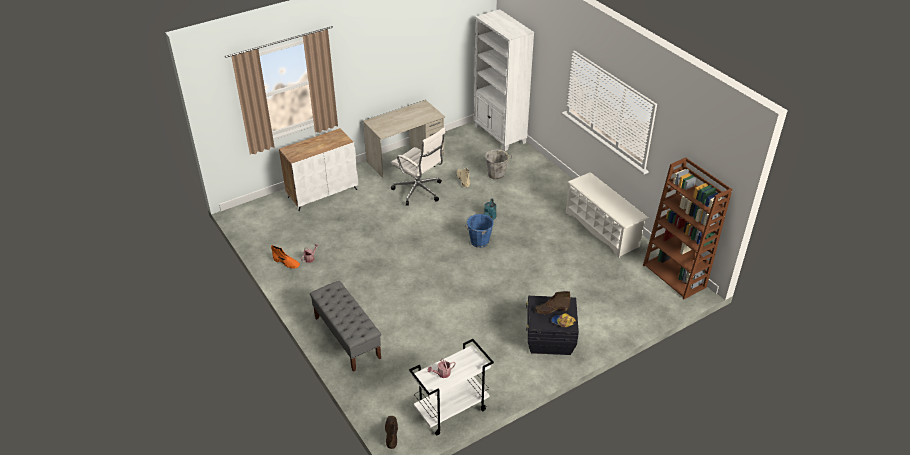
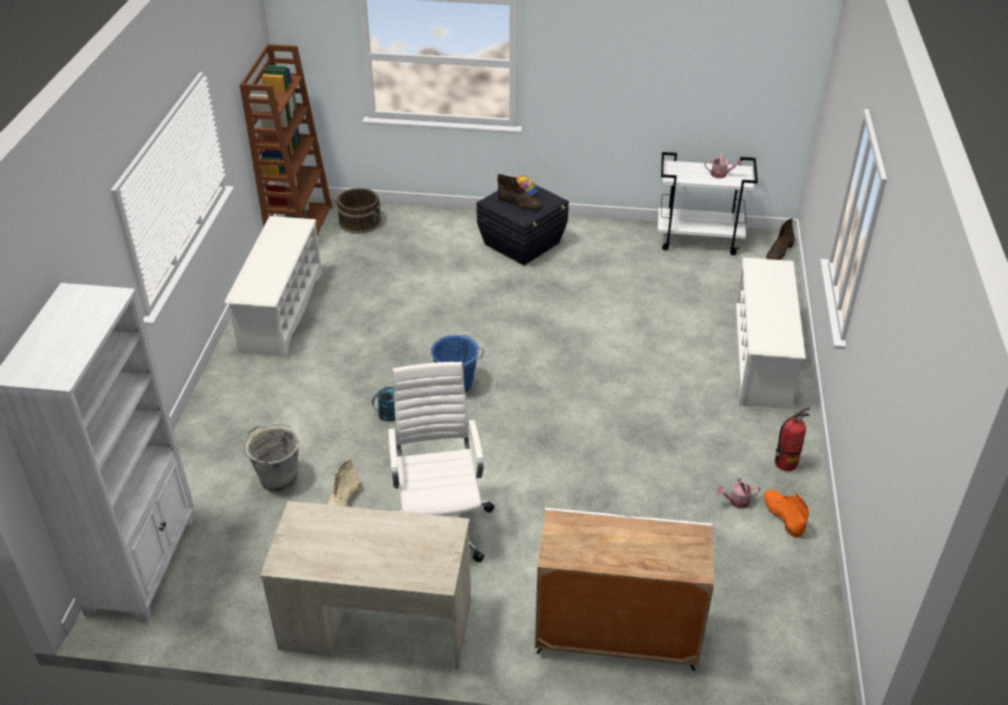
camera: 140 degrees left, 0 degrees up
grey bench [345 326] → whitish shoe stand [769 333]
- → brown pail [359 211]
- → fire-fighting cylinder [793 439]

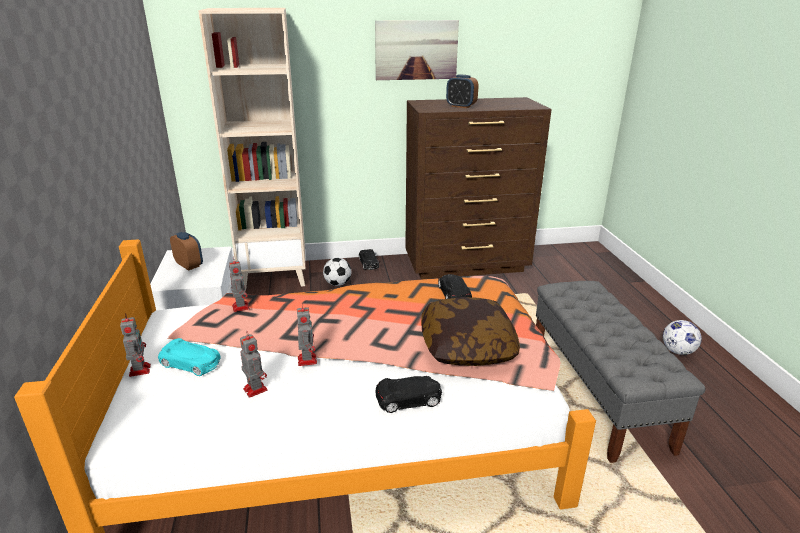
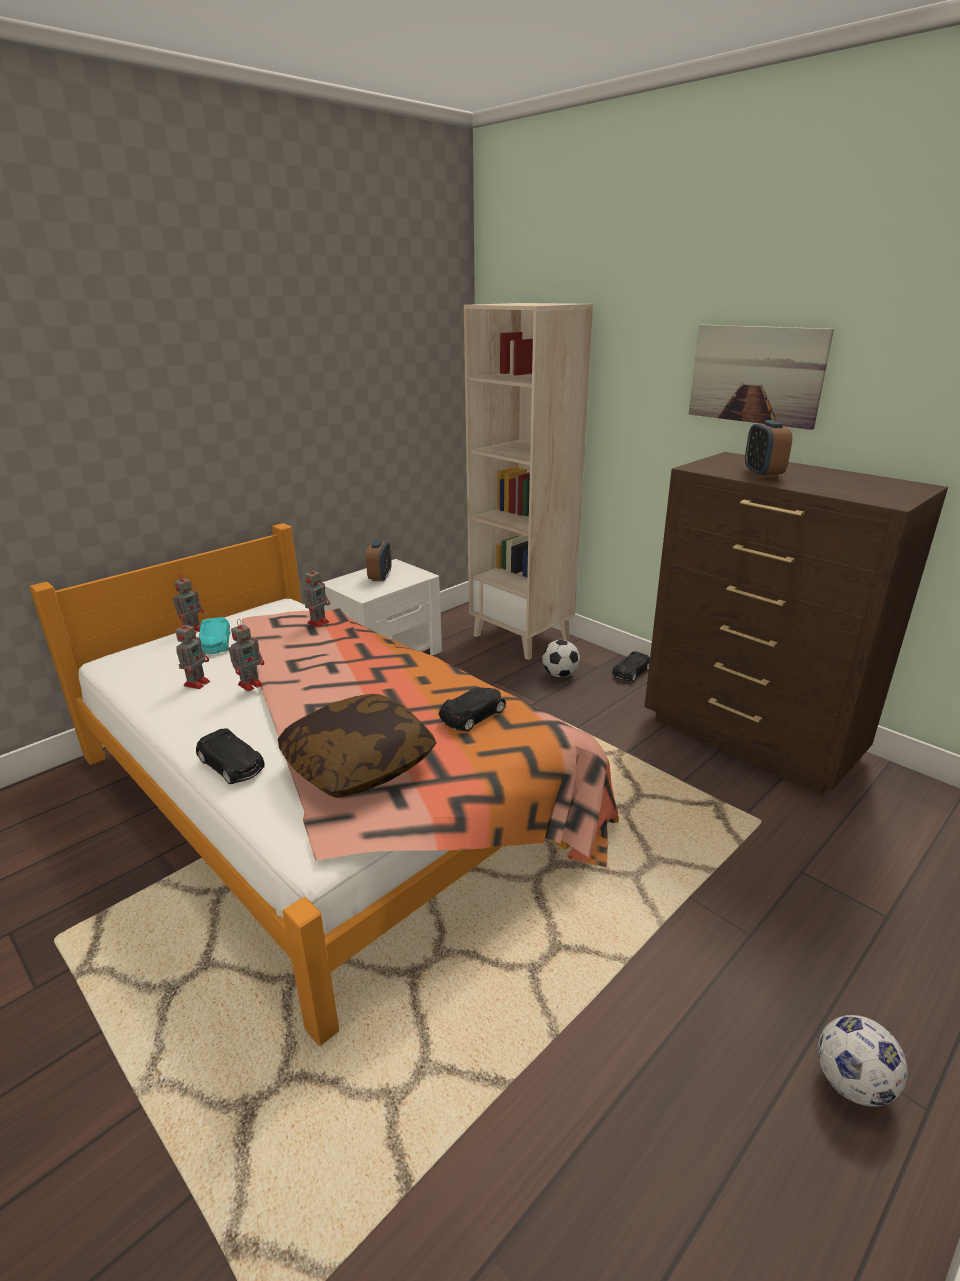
camera: 55 degrees right, 0 degrees up
grey bench [621 372] → -

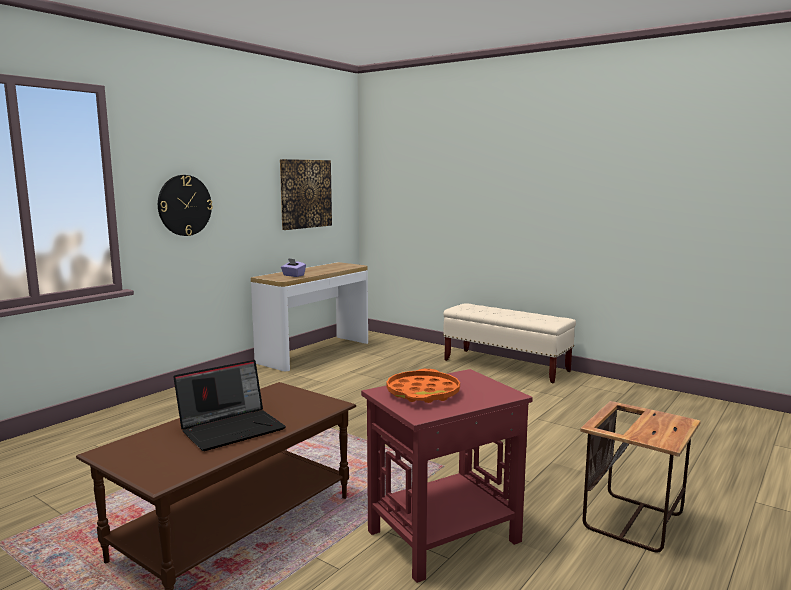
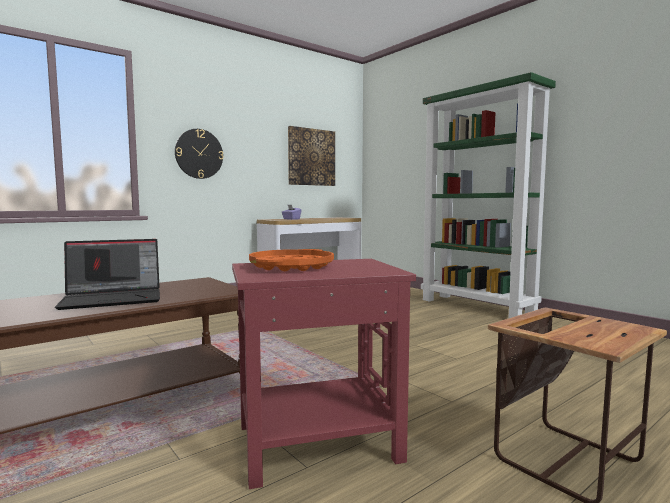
camera: 15 degrees right, 5 degrees down
beige bench [509 343] → green-coloured shelving unit [488 195]

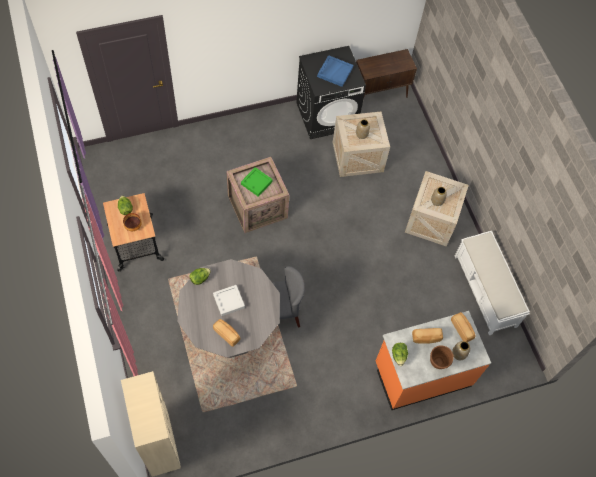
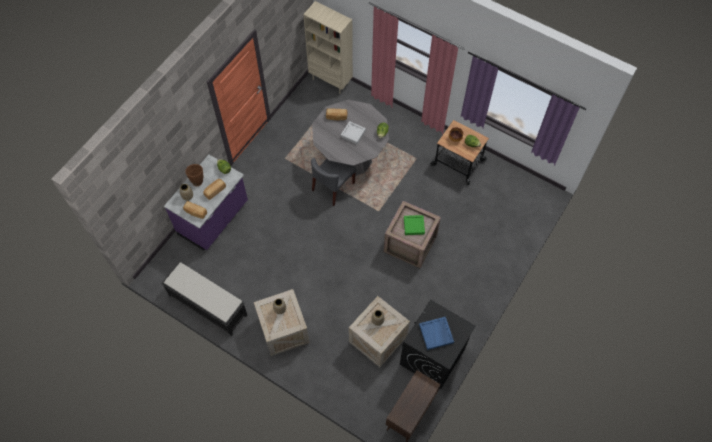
camera: 145 degrees right, 0 degrees up
whitish bench [492 283] → black-coloured bench [204 299]
orange kitchen counter [433 360] → purplish kitchen counter [206 202]

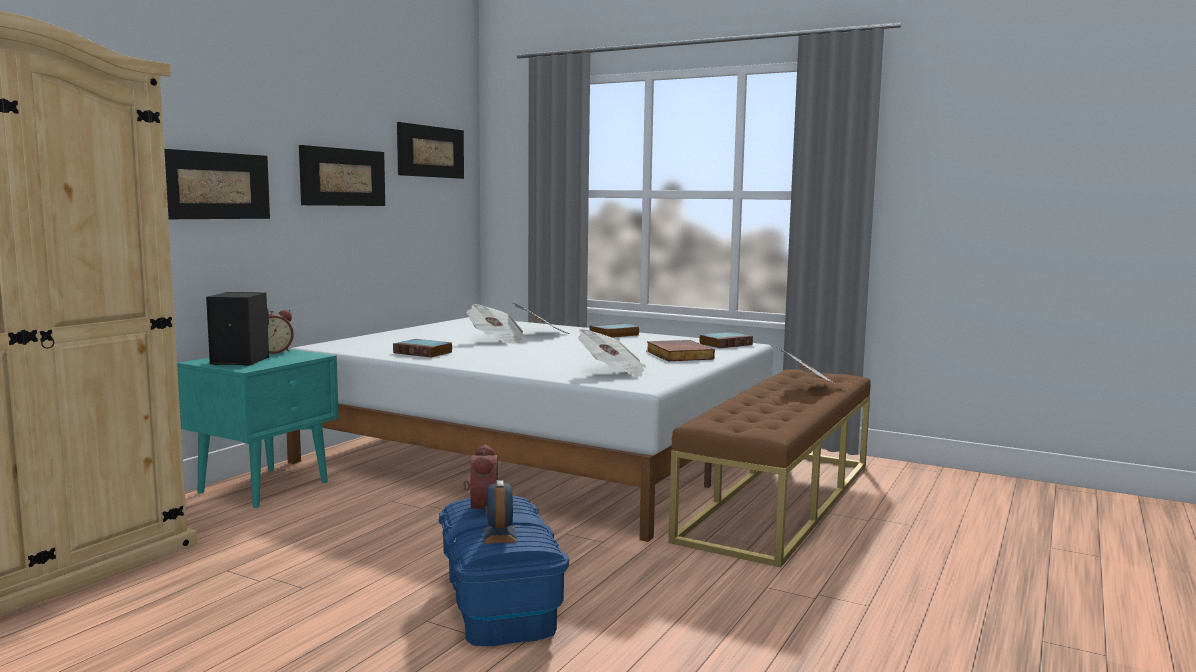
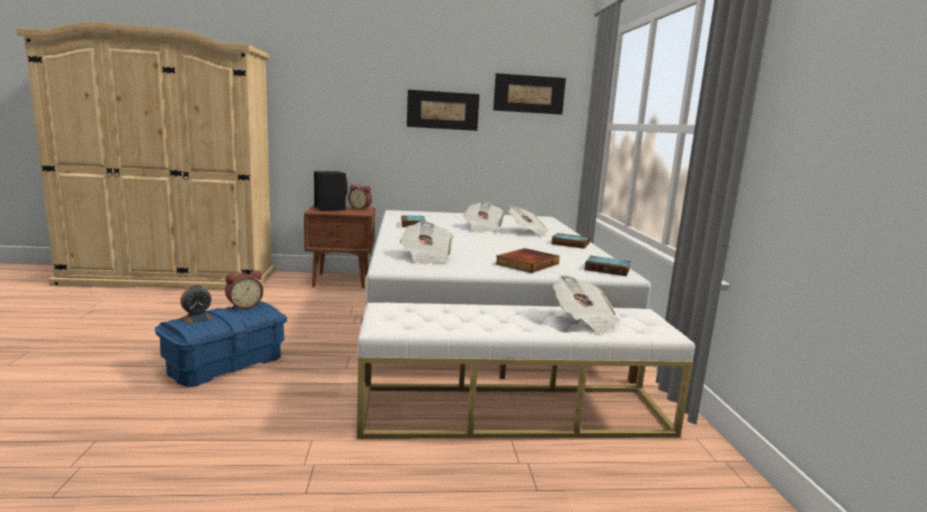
camera: 55 degrees right, 5 degrees up
picture [217 184] → -
turquoise night table [258 428] → brown night table [339 247]
brown bench [770 468] → whitish bench [526 371]

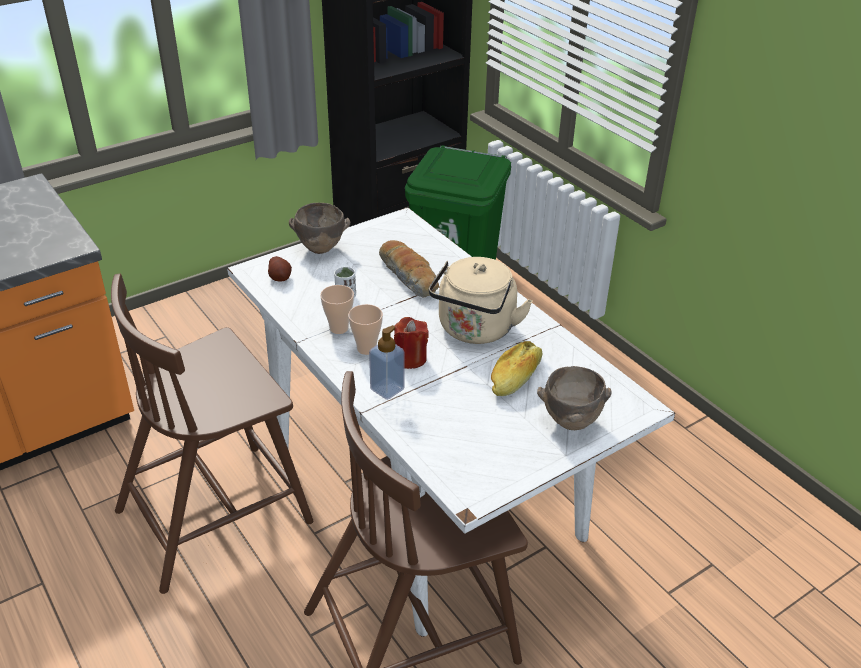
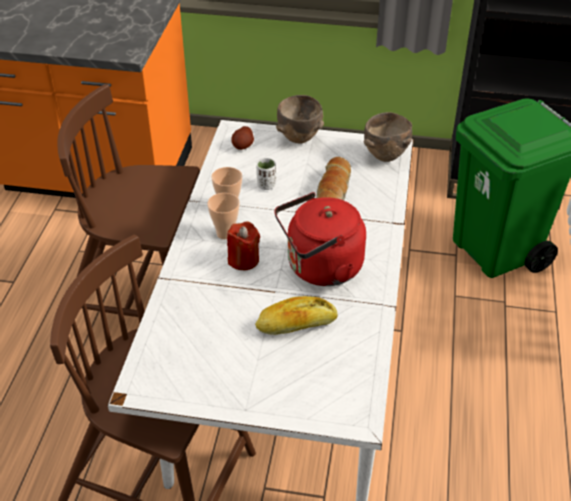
camera: 45 degrees right, 5 degrees up
beige kettle [481 300] → red-coloured kettle [320 239]
liquid soap bottle [387 362] → -
brown serving bowl [574 398] → brown serving bowl [388 137], shifted

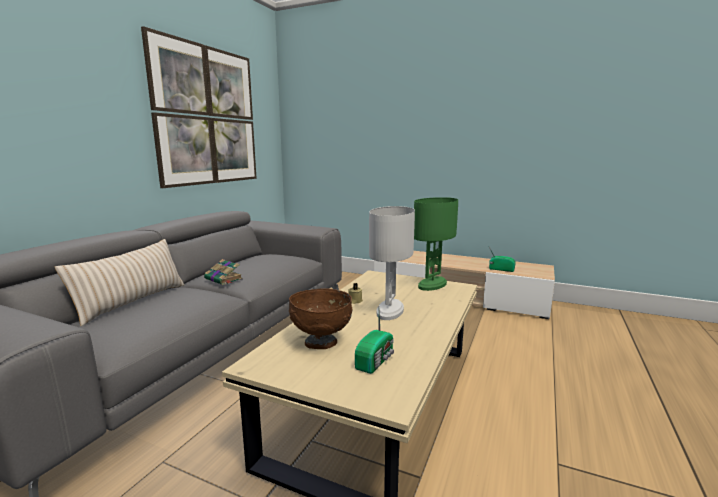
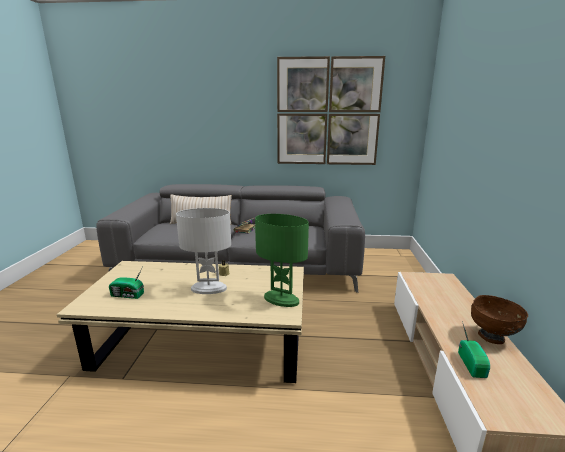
camera: 70 degrees right, 5 degrees up
brown serving bowl [320 318] → brown serving bowl [499 319], shifted

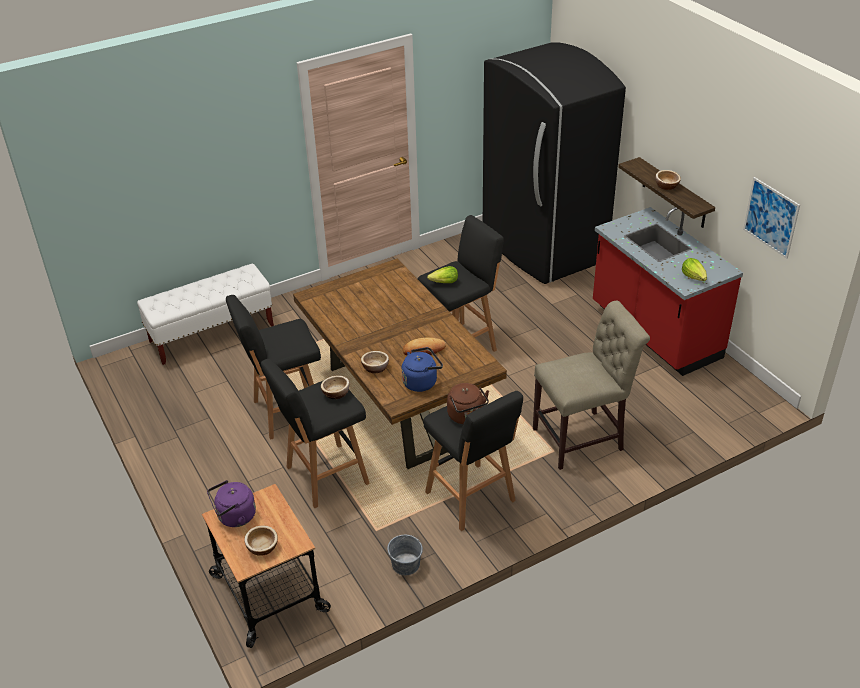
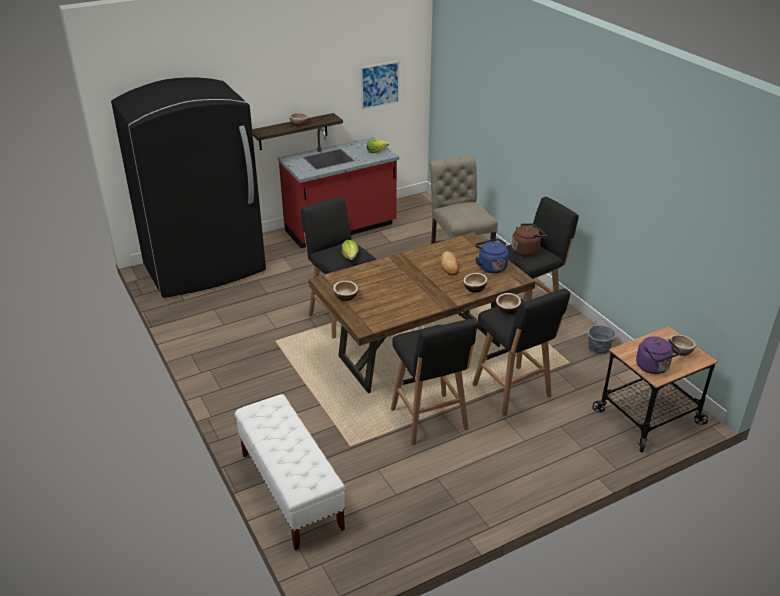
camera: 90 degrees left, 5 degrees down
- → serving bowl [345 291]

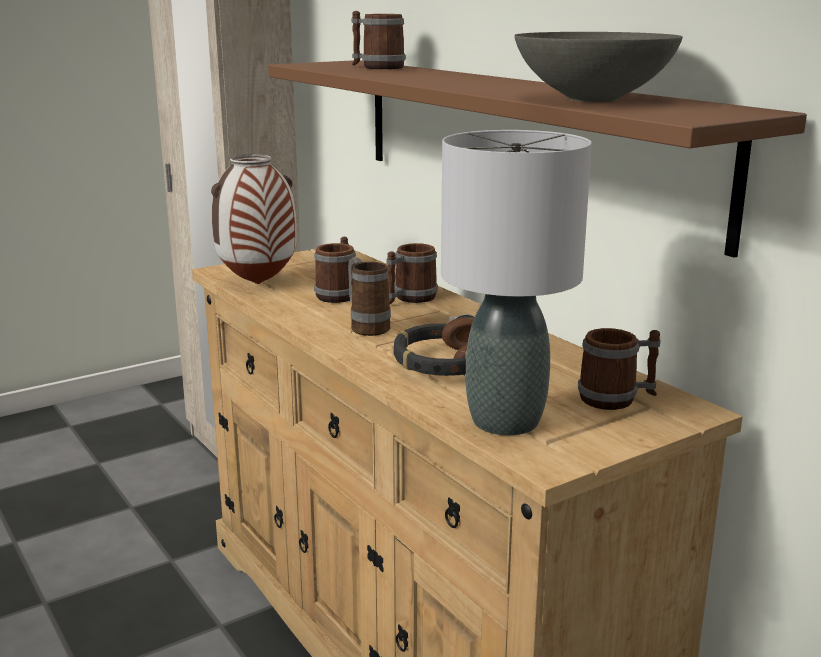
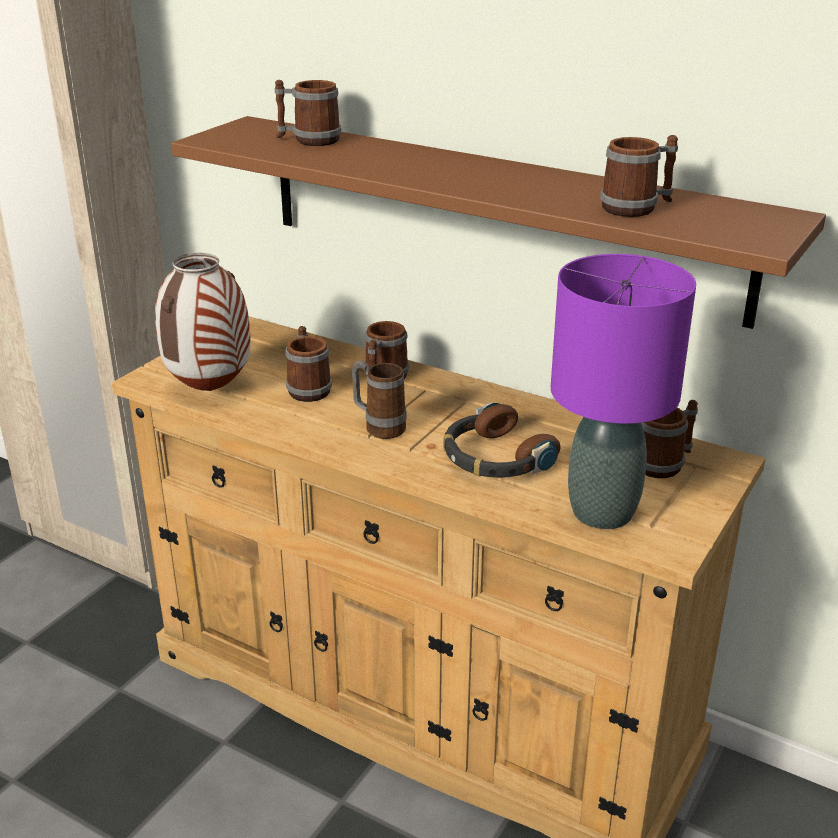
camera: 25 degrees left, 10 degrees up
grey serving bowl [598 67] → tea mug [639 176]
grey table lamp [516 282] → purplish table lamp [623 391]

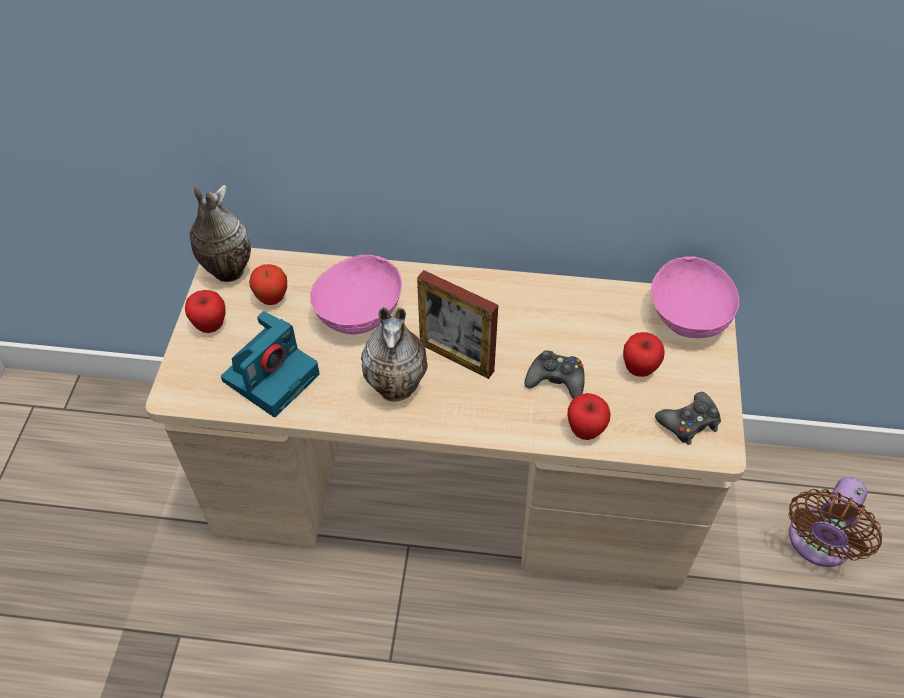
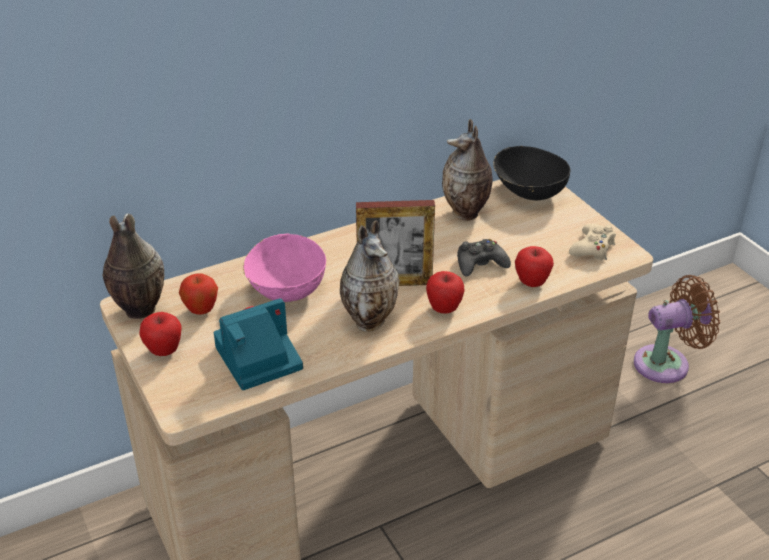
camera: 35 degrees left, 15 degrees down
pinkish serving bowl [695 297] → black-coloured serving bowl [531 173]
photo camera [270 364] → photo camera [258 344], 120 degrees counterclockwise
apple fruit [644 354] → apple fruit [445 292], shifted
black-coloured gamepad [688 418] → beige gamepad [592 242]
brown electric fan [835 522] → brown electric fan [677 329], 105 degrees counterclockwise
- → decorative vase [467 170]

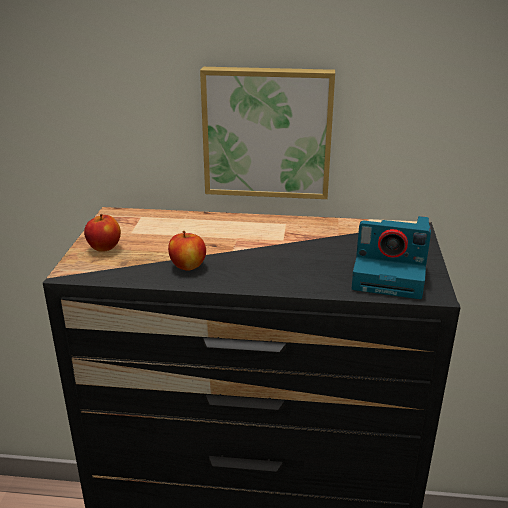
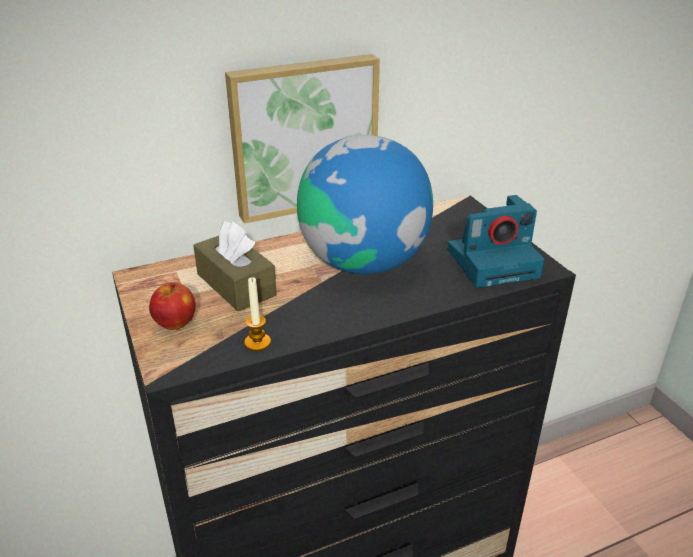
camera: 30 degrees left, 5 degrees up
apple fruit [187 251] → -
- → world globe [365 204]
- → brown tissue box [235 266]
- → wax light [257 314]

